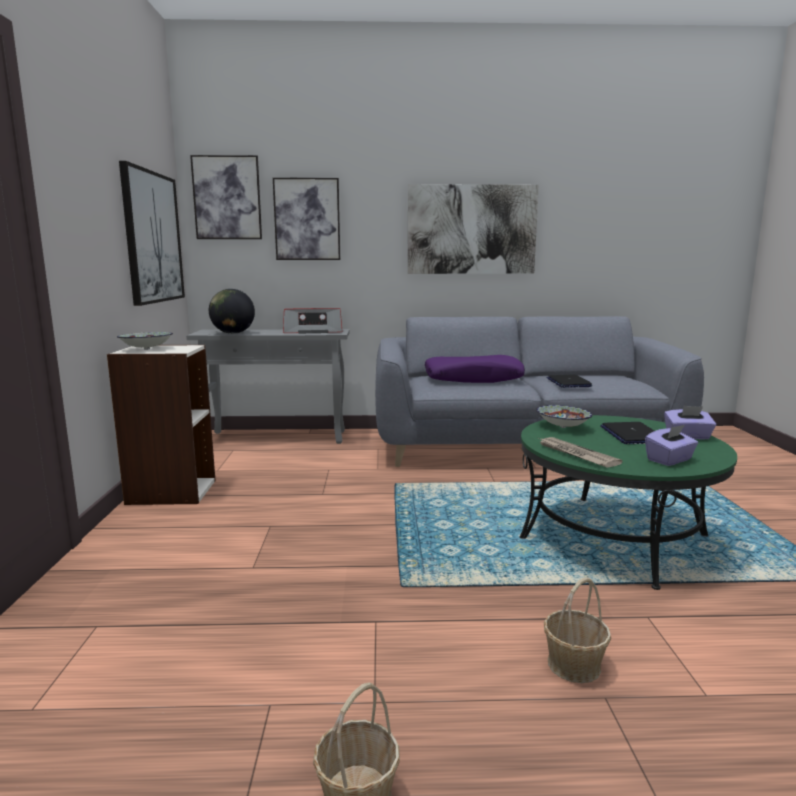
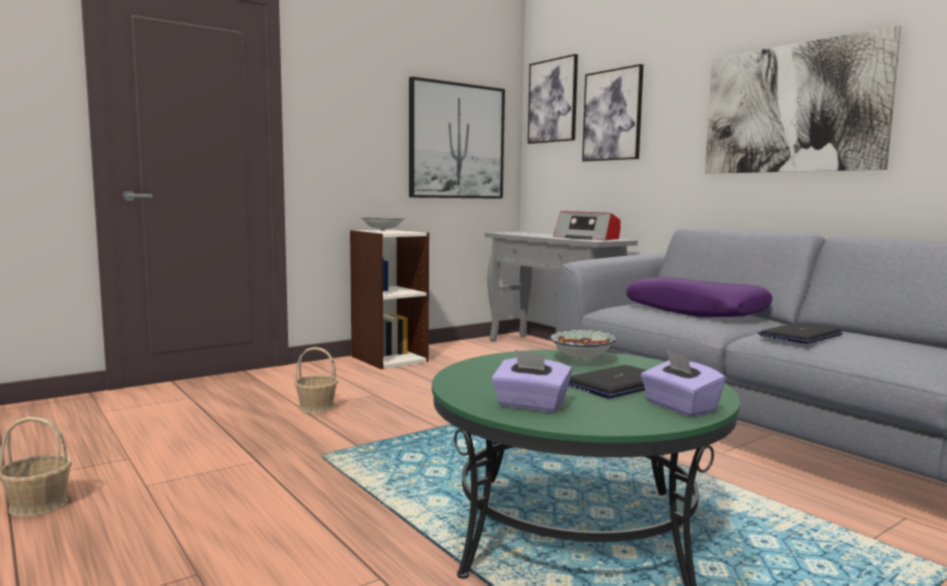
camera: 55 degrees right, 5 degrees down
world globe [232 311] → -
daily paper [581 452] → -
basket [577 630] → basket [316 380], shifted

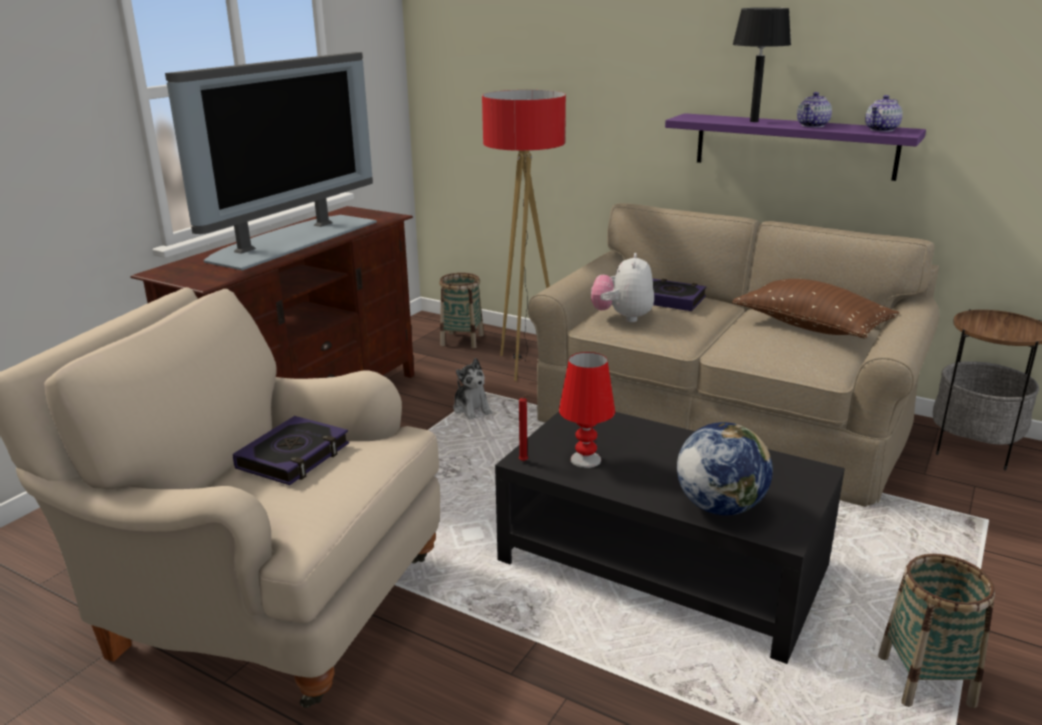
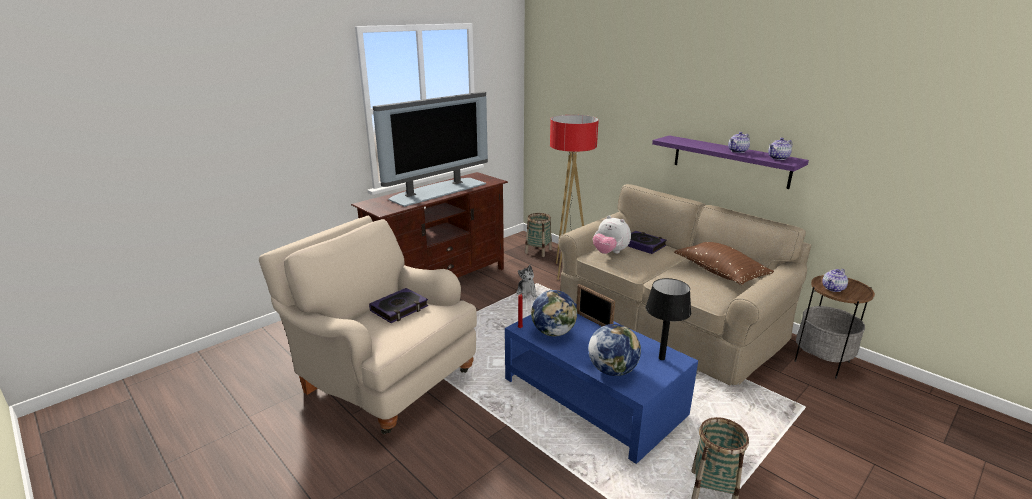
camera: 15 degrees right, 0 degrees up
black-coloured table lamp [762 65] → black-coloured table lamp [668 319], shifted
soft toy [622 287] → soft toy [612 235], 75 degrees counterclockwise
red-coloured table lamp [587 410] → world globe [554 313]
black-coloured low table [670 538] → bluish low table [601 384]
- → teapot [835 280]
- → photo frame [596 305]

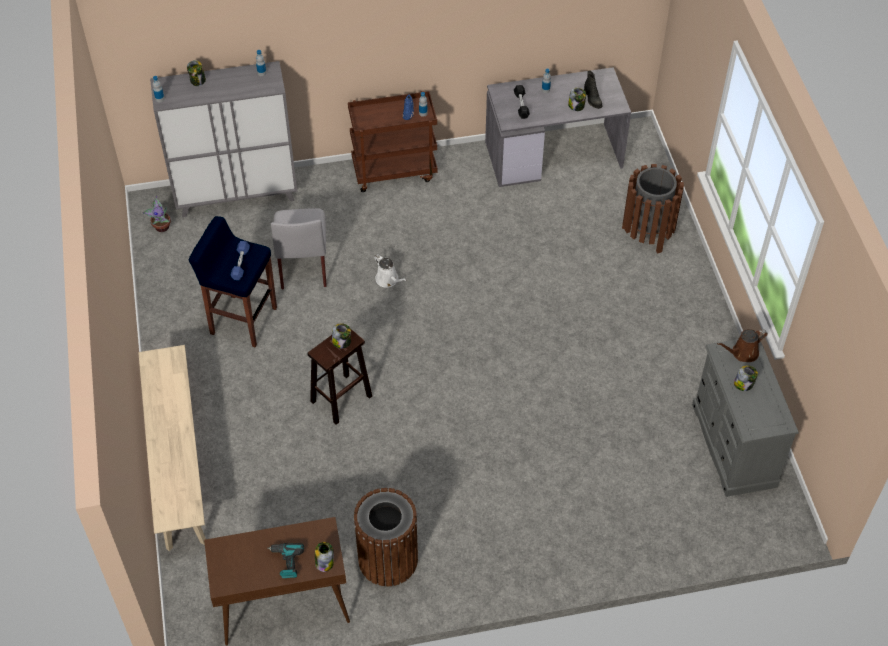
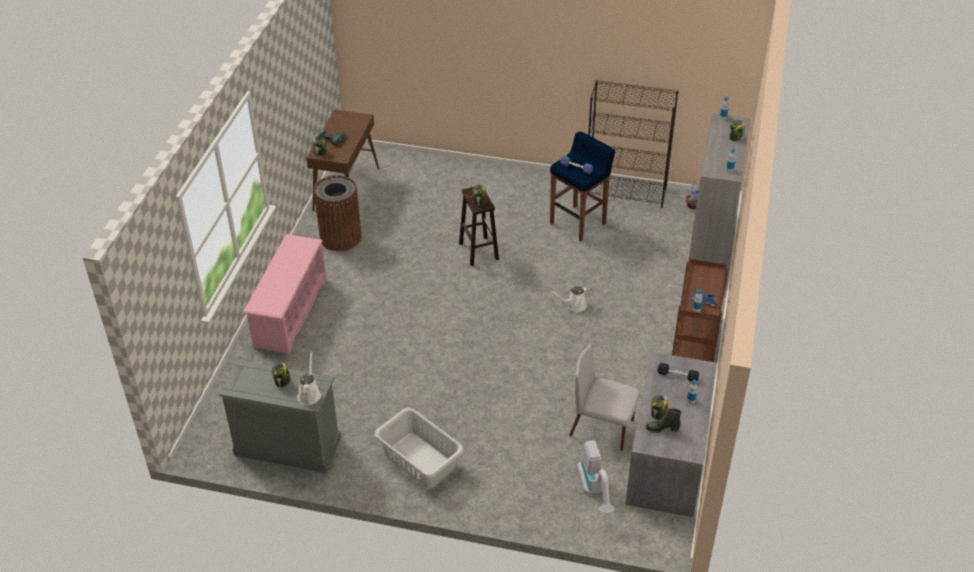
camera: 115 degrees right, 10 degrees down
brown rubbish bin [653 209] → -
grey plain chair [299 248] → grey plain chair [604 397], shifted
brown watering pot [742 345] → whitish watering pot [309 378]
beige bench [172 448] → -
- → black-coloured shelving unit [633 144]
- → pinkish shoe stand [285 294]
- → grey hamper [418 447]
- → hoover [596 476]

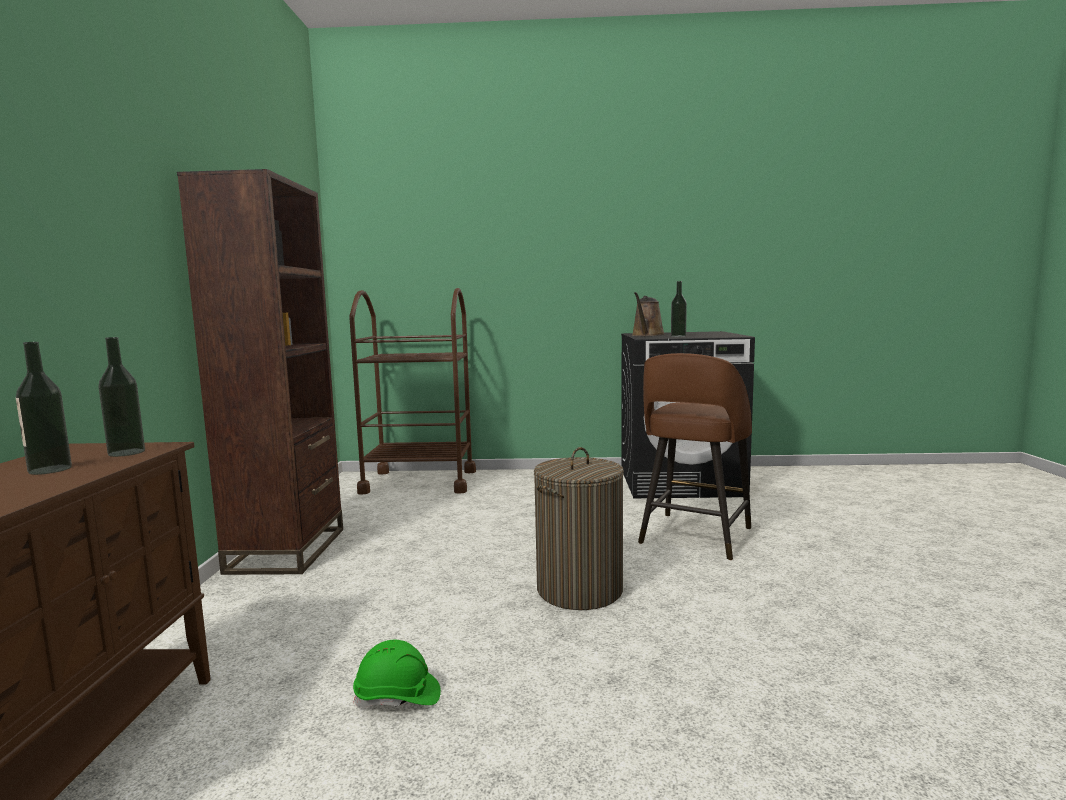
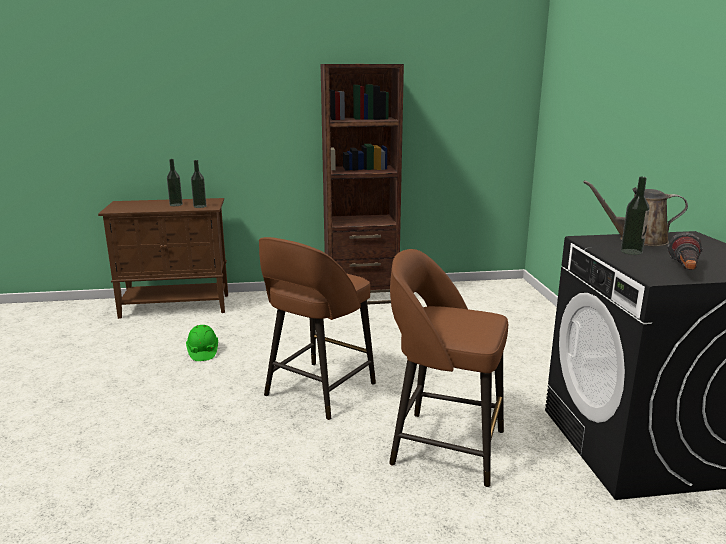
camera: 80 degrees right, 10 degrees up
brown wheeled cart [412 391] → -
hamper [579 528] → brown stool seat [317 328]
- → flashlight [685 251]

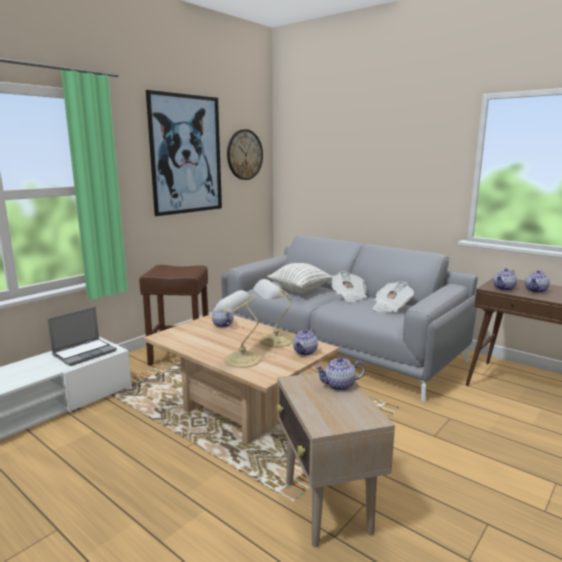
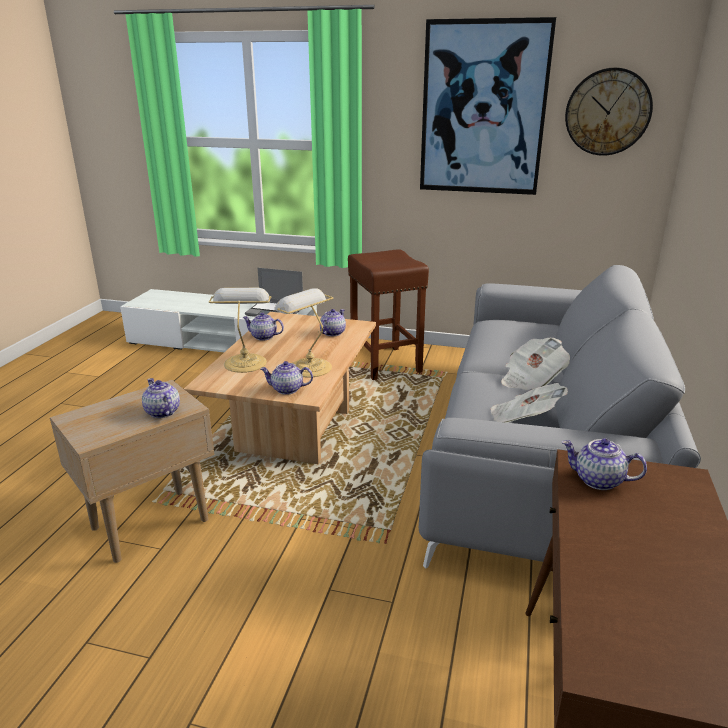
camera: 65 degrees right, 10 degrees up
cushion [300 278] → -
teapot [537 281] → teapot [263 326], shifted

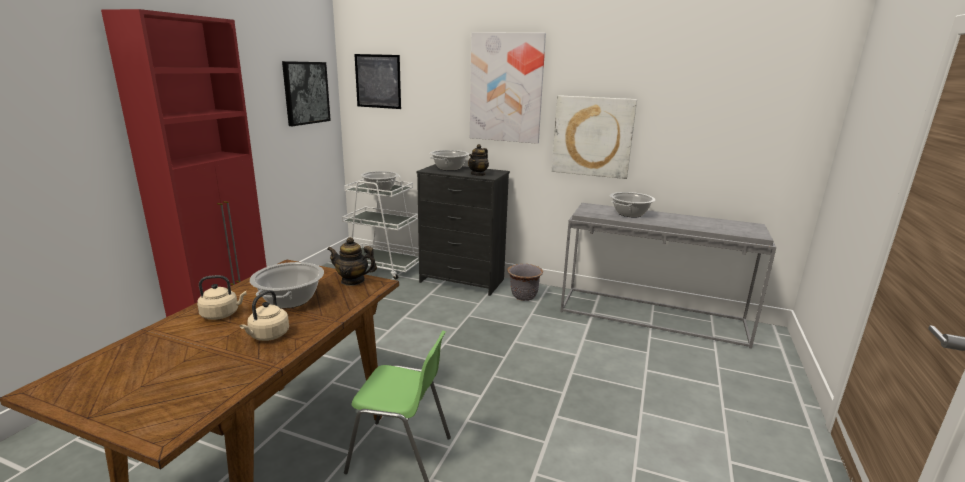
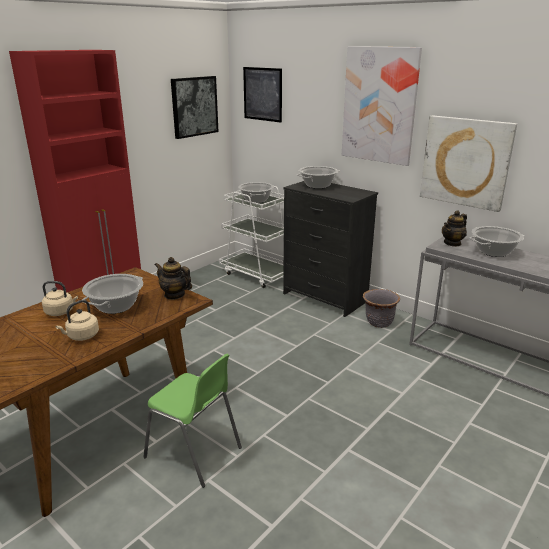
camera: 20 degrees right, 5 degrees up
teapot [478 160] → teapot [454 228], shifted

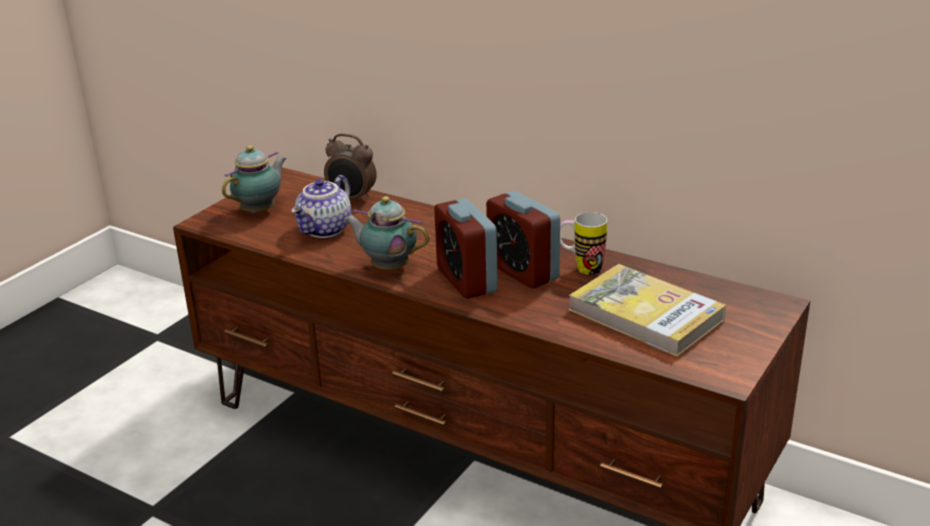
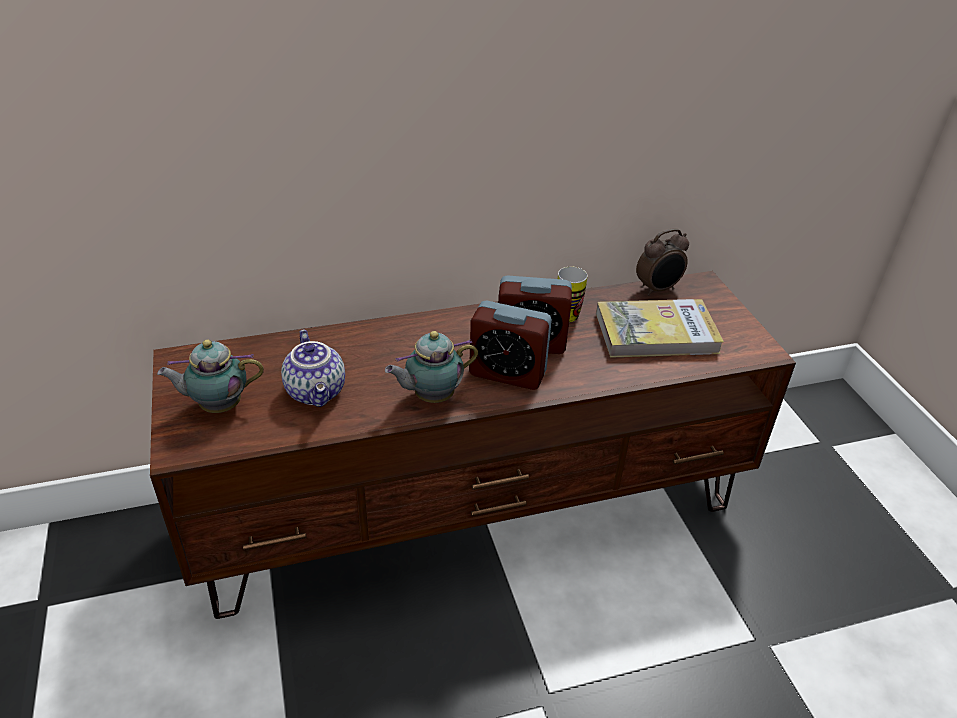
camera: 50 degrees left, 10 degrees up
table clock [350 168] → table clock [662 262], shifted
teapot [254 179] → teapot [210 376], 90 degrees counterclockwise

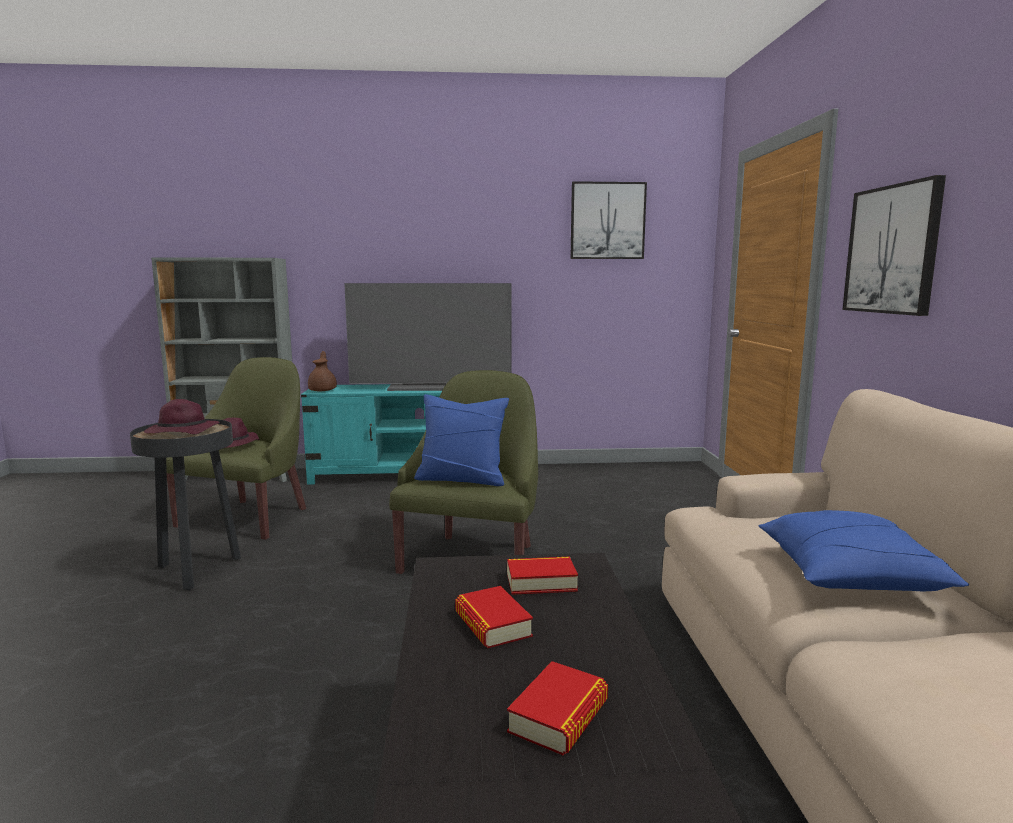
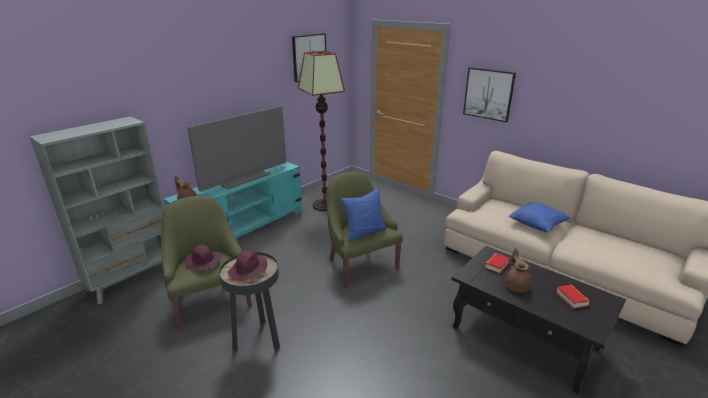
camera: 45 degrees left, 15 degrees up
volume [494 617] → brown teapot [518 270]
- → standard lamp [321 131]

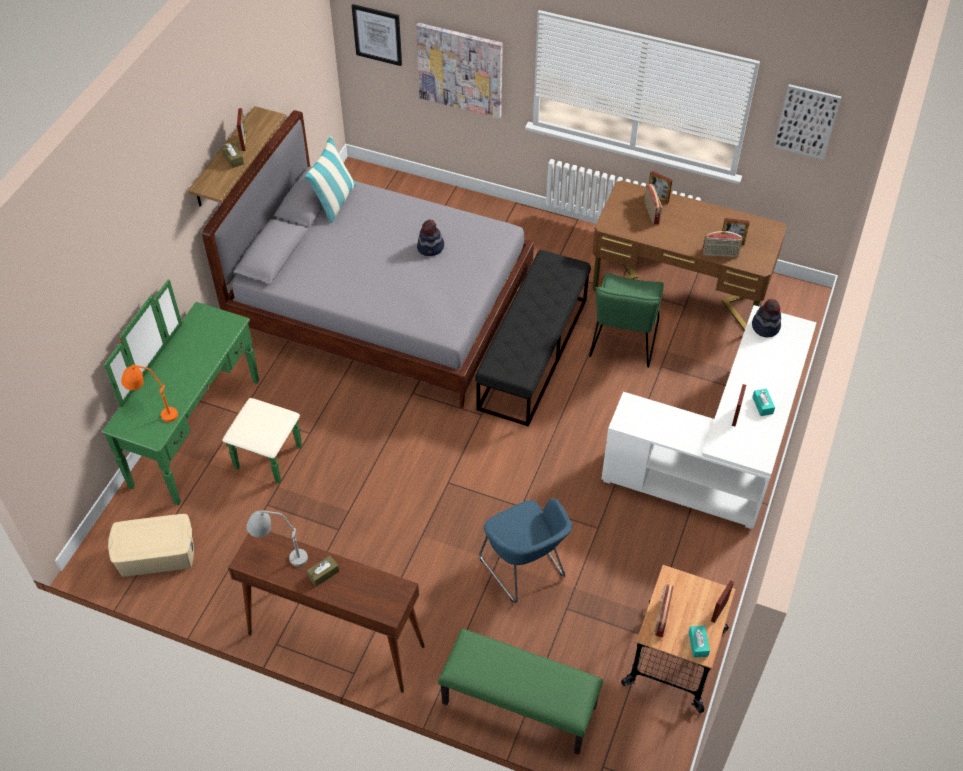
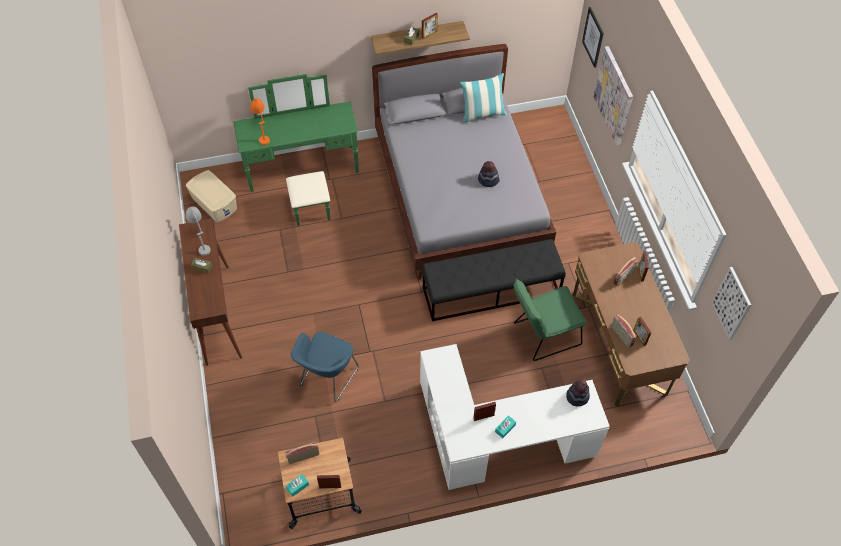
camera: 55 degrees right, 5 degrees up
green-coloured bench [520 692] → -

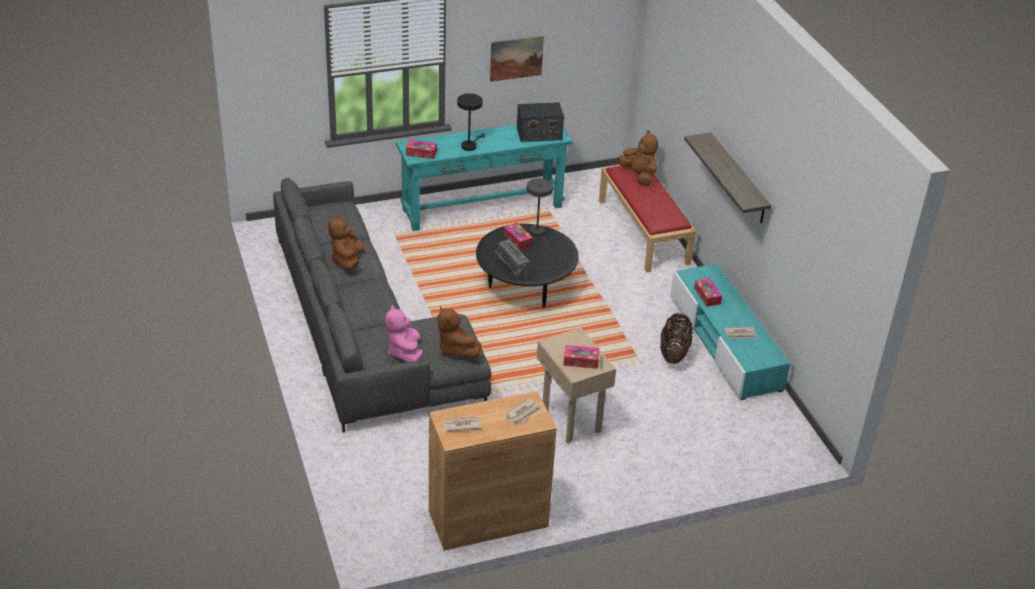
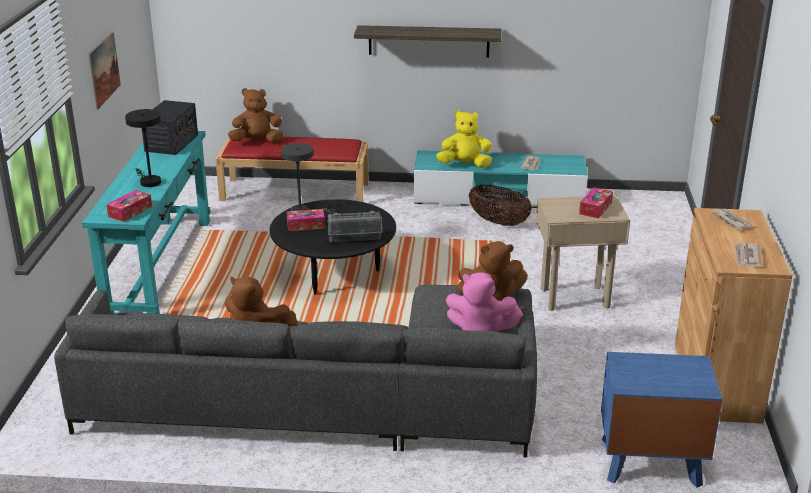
camera: 65 degrees left, 10 degrees down
tissue box [708 292] → yellow-coloured soft toy [464 139]
- → bluish night table [662 420]

